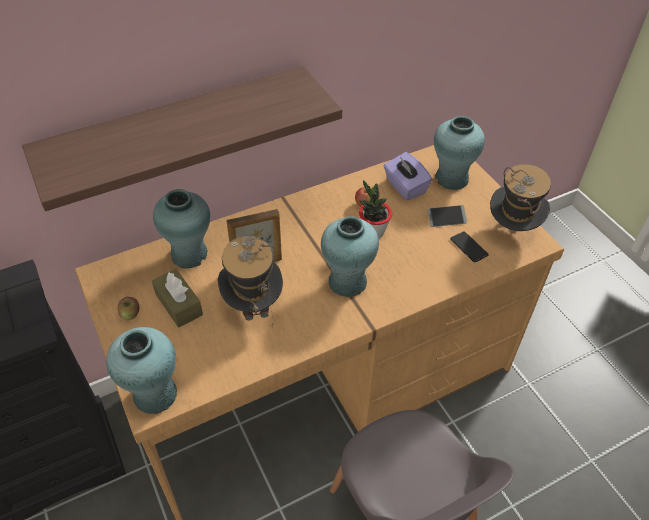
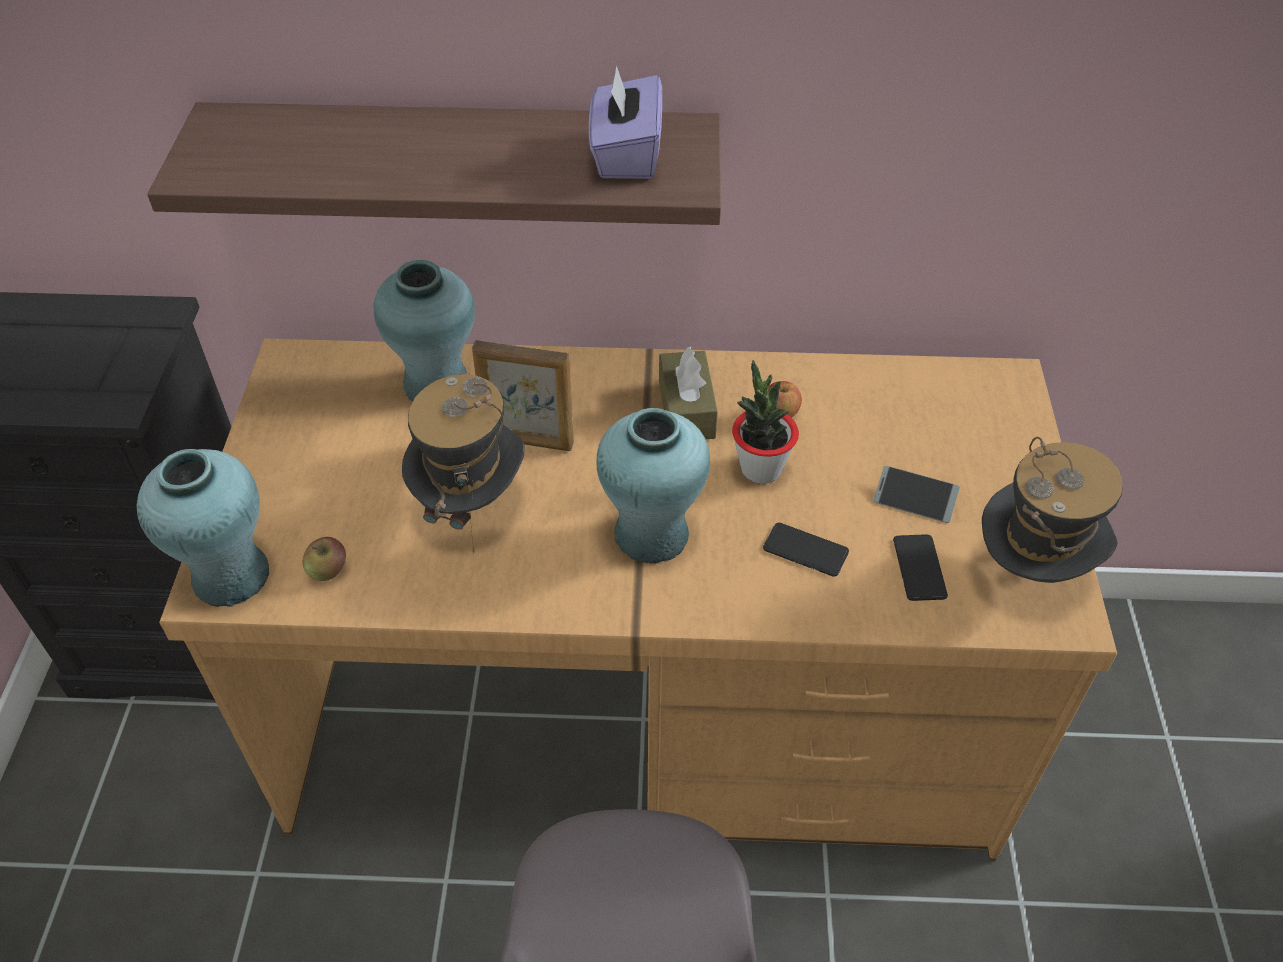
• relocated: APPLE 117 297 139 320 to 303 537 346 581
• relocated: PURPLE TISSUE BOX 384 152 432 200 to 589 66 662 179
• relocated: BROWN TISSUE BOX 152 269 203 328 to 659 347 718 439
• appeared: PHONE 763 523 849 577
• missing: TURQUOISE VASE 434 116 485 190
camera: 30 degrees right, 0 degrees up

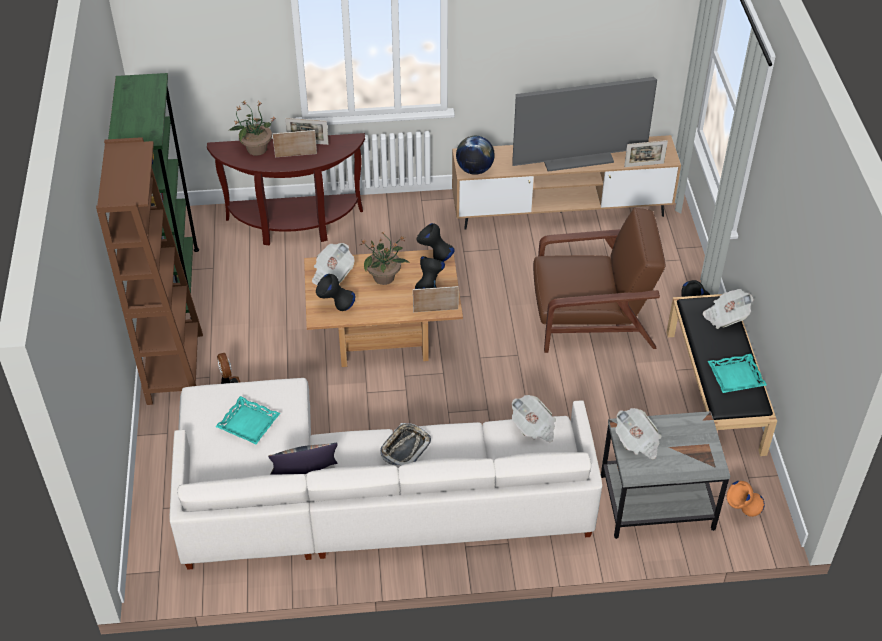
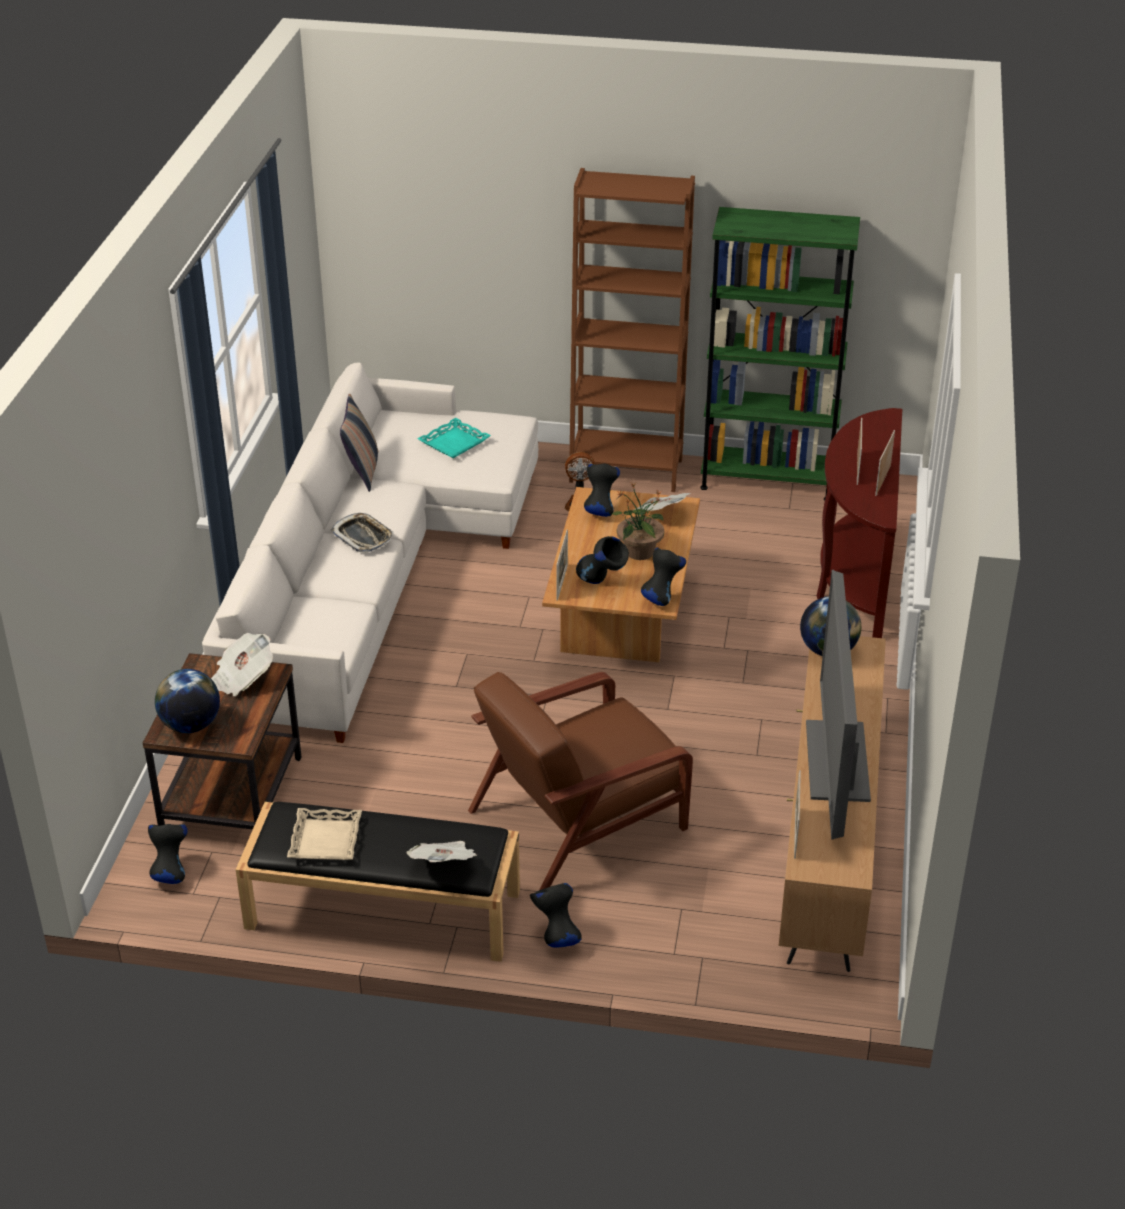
• colour: GREY SIDE TABLE 601 411 730 539 to BROWN SIDE TABLE 143 653 301 829
• colour: ORANGE VASE 727 481 765 517 to BLACK VASE 148 824 188 884
• appeared: GLOBE 155 669 220 733
• colour: TURQUOISE TRAY 708 354 767 393 to BEIGE TRAY 287 808 362 860
• spun: BROWN ARMCHAIR 533 208 665 353 = 468 672 693 890 45 degrees clockwise
• missing: POTTED PLANT 228 100 276 156
• missing: NEWSPAPER 512 395 556 442
camera: 105 degrees right, 10 degrees down

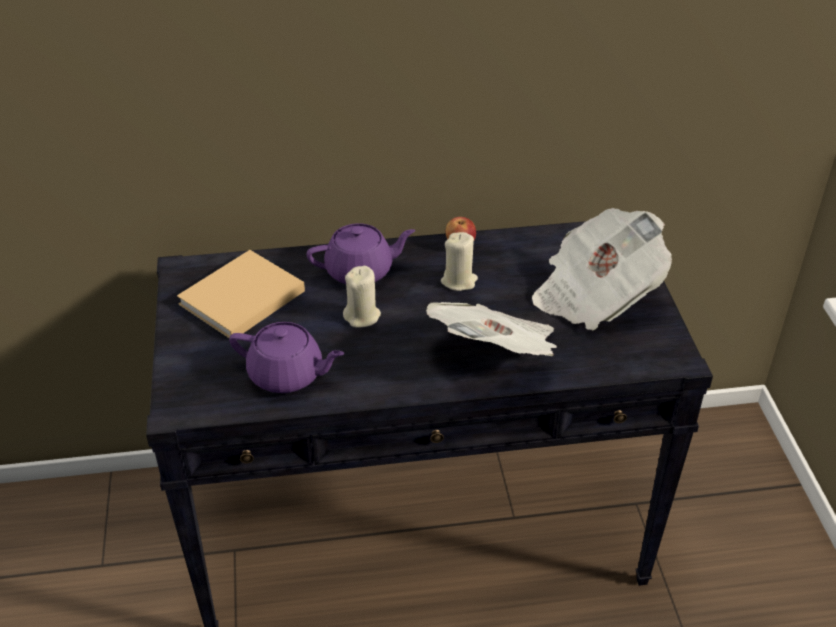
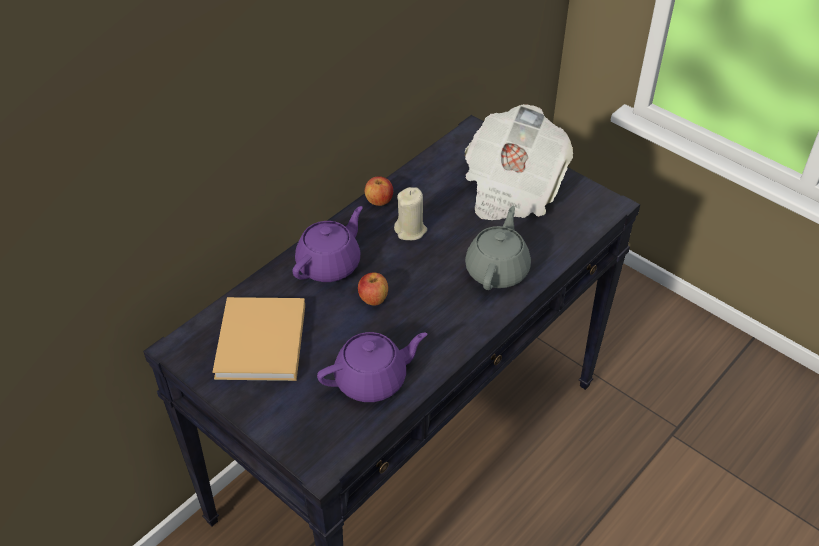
• exchanged: BEIGE CANDLE 343 266 381 328 to APPLE 358 273 388 306
• exchanged: NEWSPAPER 426 302 557 356 to GREY TEAPOT 465 206 531 290
camera: 40 degrees left, 5 degrees up

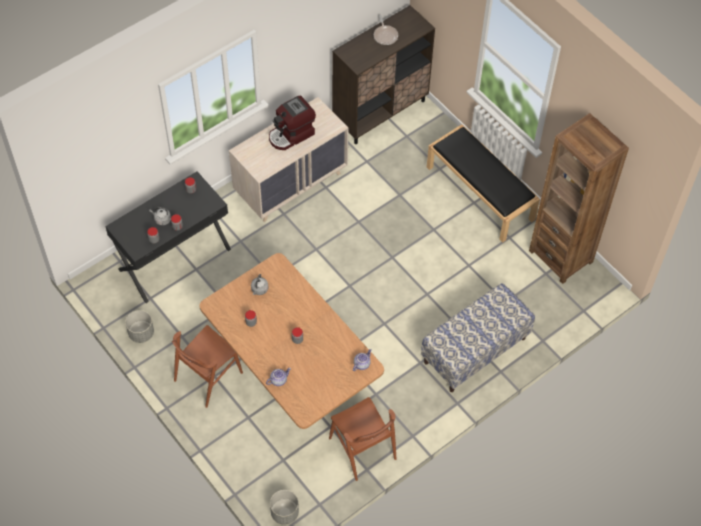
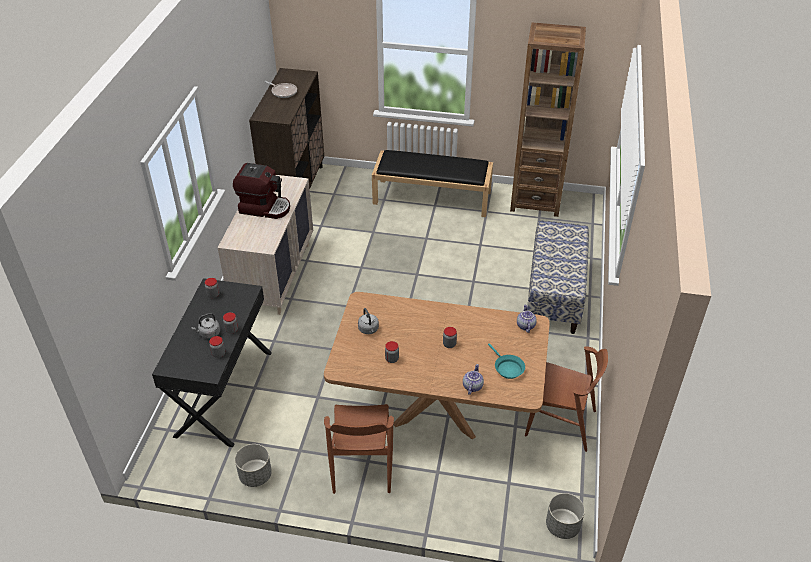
• spun: COFFEE MACHINE 269 96 316 150 = 233 163 290 219 90 degrees counterclockwise
• appeared: TURQUOISE FRYING PAN 488 343 525 379
camera: 40 degrees left, 15 degrees down

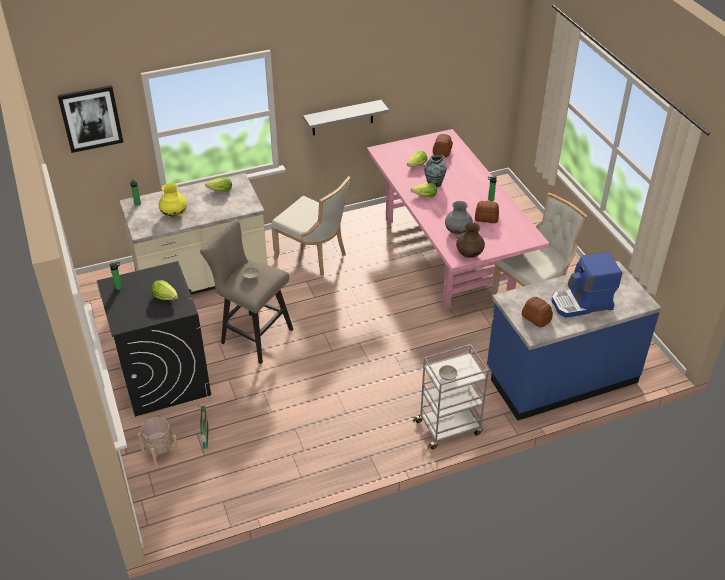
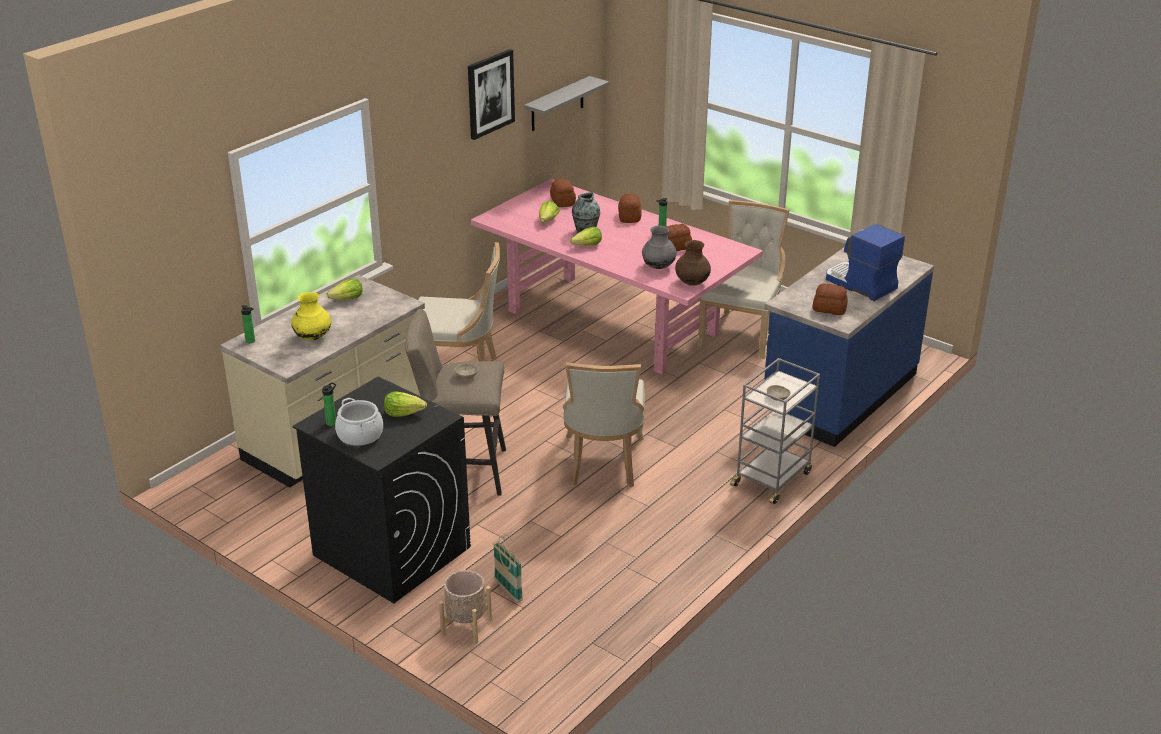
• appeared: COOKING POT 335 398 383 446
• relocated: PICTURE 57 85 123 153 to 468 49 515 140
• relocated: GREY SHELF 303 100 389 135 to 524 76 609 131
• appeared: BEIGE CHAIR 563 362 645 488
• appeared: BREAD 618 194 642 223
• spun: COFFEE MACHINE 551 252 622 318 = 826 224 905 301 90 degrees clockwise
camera: 30 degrees left, 10 degrees down

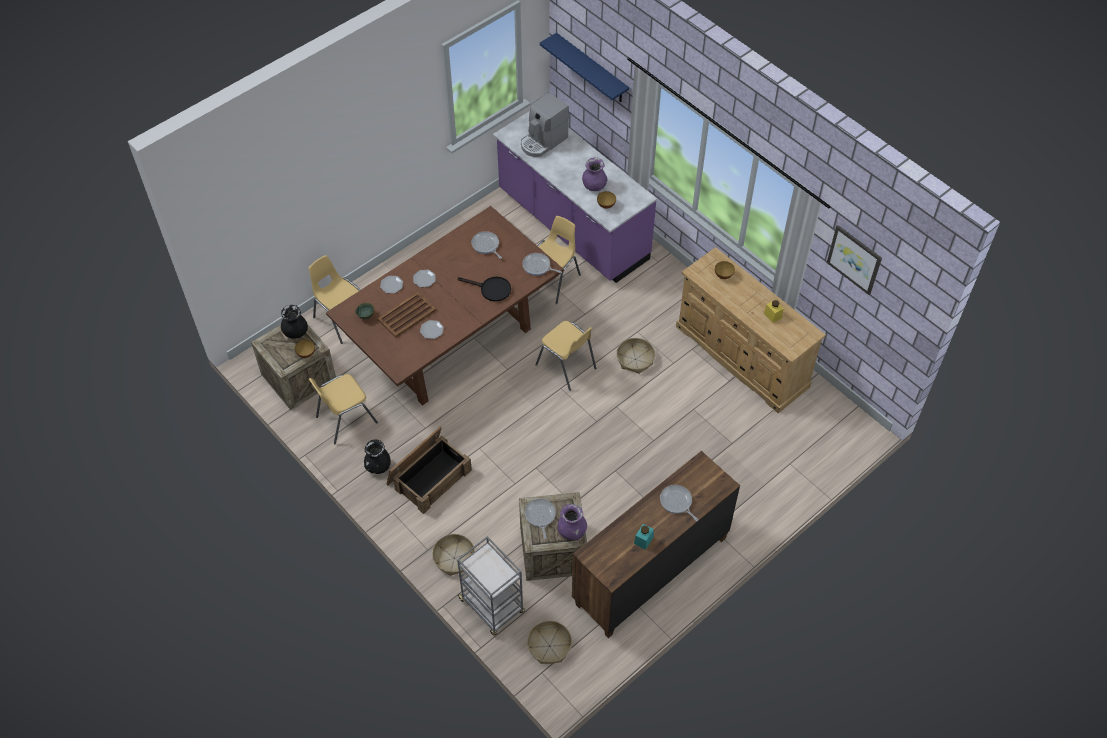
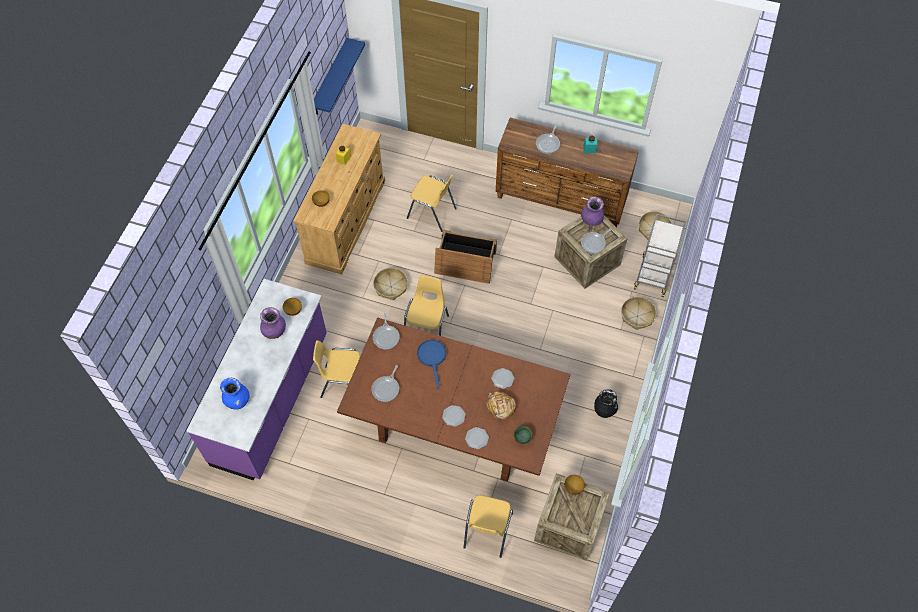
• exchanged: COFFEE MACHINE 521 92 569 157 to BLUE VASE 220 378 250 410
• relocated: BLUE SHELF 540 33 629 102 to 314 38 365 115
• relocated: YELLOW CHAIR 309 374 378 444 to 407 174 457 232
• colour: BLACK FRYING PAN 457 277 511 302 to BLUE FRYING PAN 417 340 446 389
• relocated: CRATE 387 426 472 514 to 434 229 497 284
• exchanged: BROWN TRAY 377 292 436 338 to BREAD 486 391 516 420
• missing: BLACK VASE 281 305 308 339
• missing: PICTURE 827 225 882 295
camera: 120 degrees left, 5 degrees up

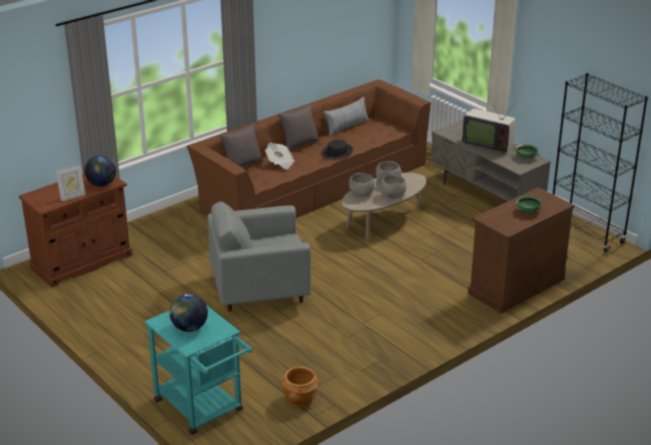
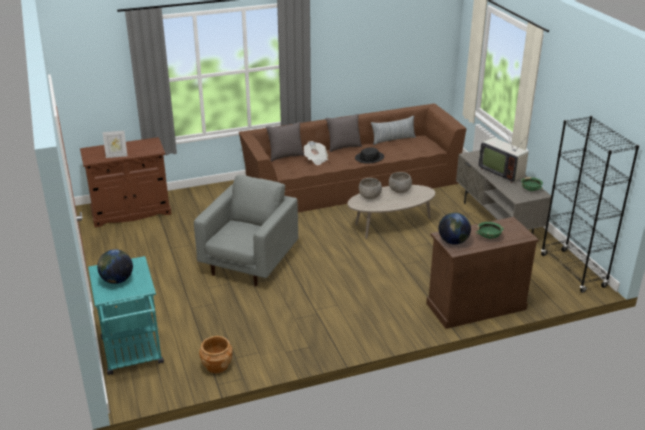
• spun: GREY ARMCHAIR 208 201 311 312 = 194 175 298 287 105 degrees clockwise
• relocated: GLOBE 84 155 116 186 to 439 213 471 245
• missing: GREY BOWL 380 175 406 199
camera: 20 degrees right, 0 degrees up

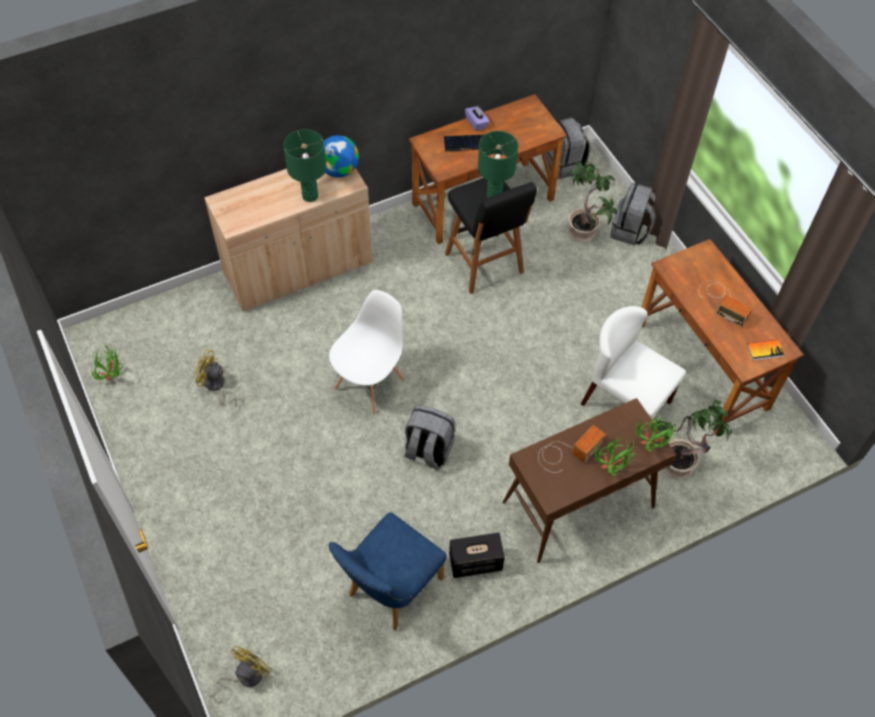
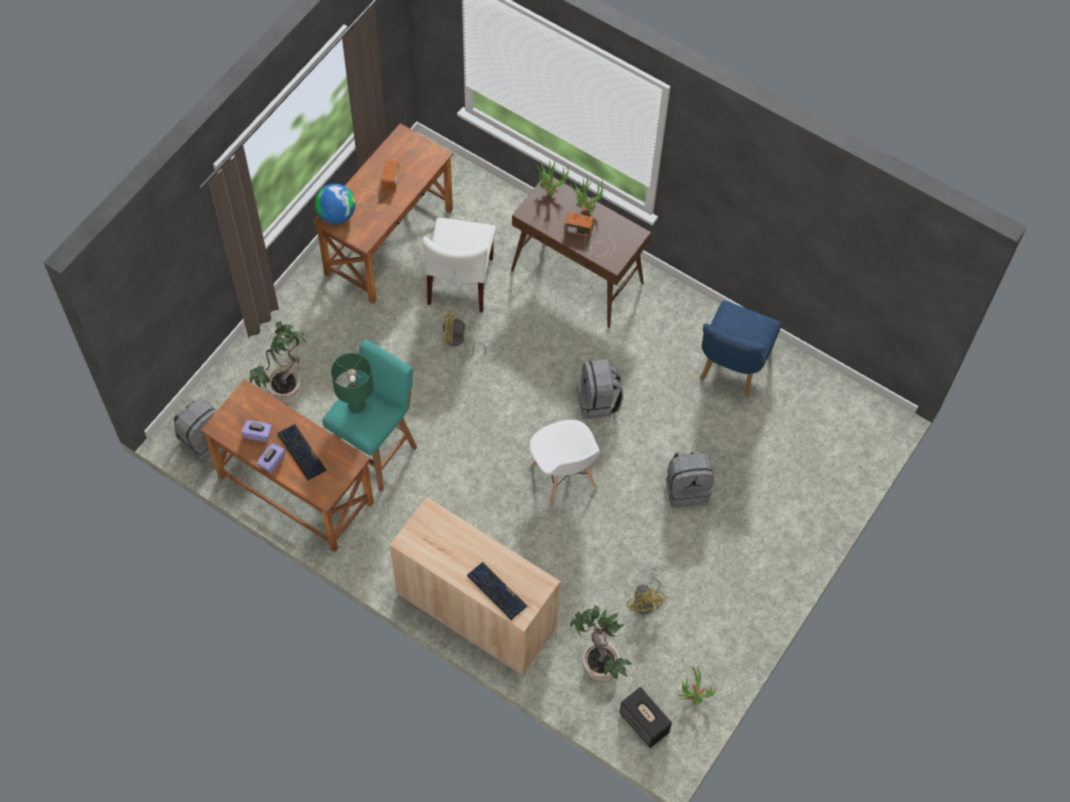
• appeared: PURPLE TISSUE BOX 241 420 272 442
• relocated: GLOBE 324 135 359 178 to 315 184 355 224
• colour: BLACK STOOL 445 178 537 294 to TURQUOISE STOOL 322 339 417 492
• relocated: YELLOW FAN 209 646 273 697 to 443 309 486 357
• appeared: KEYBOARD 467 562 528 621
• spun: WHITE CHAIR 329 290 405 415 = 530 420 600 507 120 degrees counterclockwise
• relocated: POTTED PLANT 656 399 732 479 to 570 605 632 681
• relocated: SPEAKER 449 533 505 578 to 619 687 672 748
• relocated: GREY BACKPACK 610 183 656 246 to 666 451 714 508
• spun: BLUE CHAIR 328 512 447 630 = 700 301 781 397 105 degrees clockwise
• missing: GREEN TABLE LAMP 283 129 327 202
• missing: BOOK 747 340 784 360
camera: 120 degrees left, 5 degrees up

